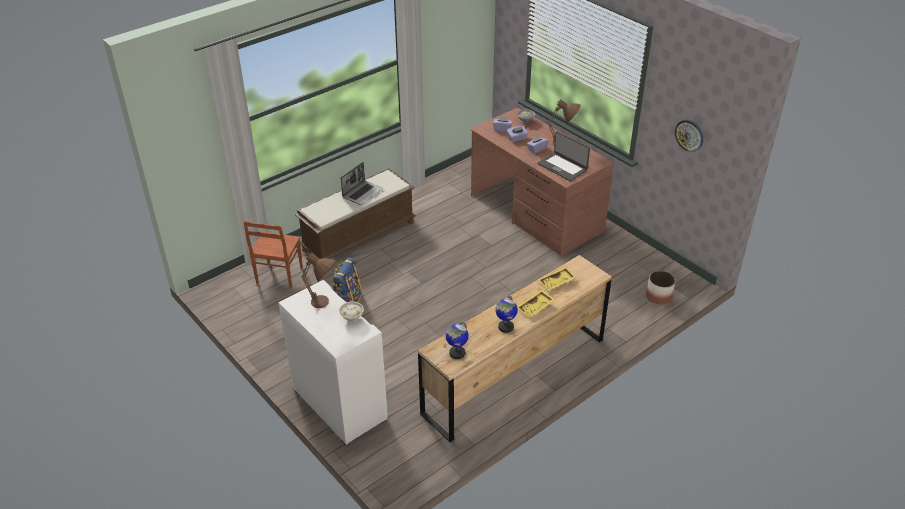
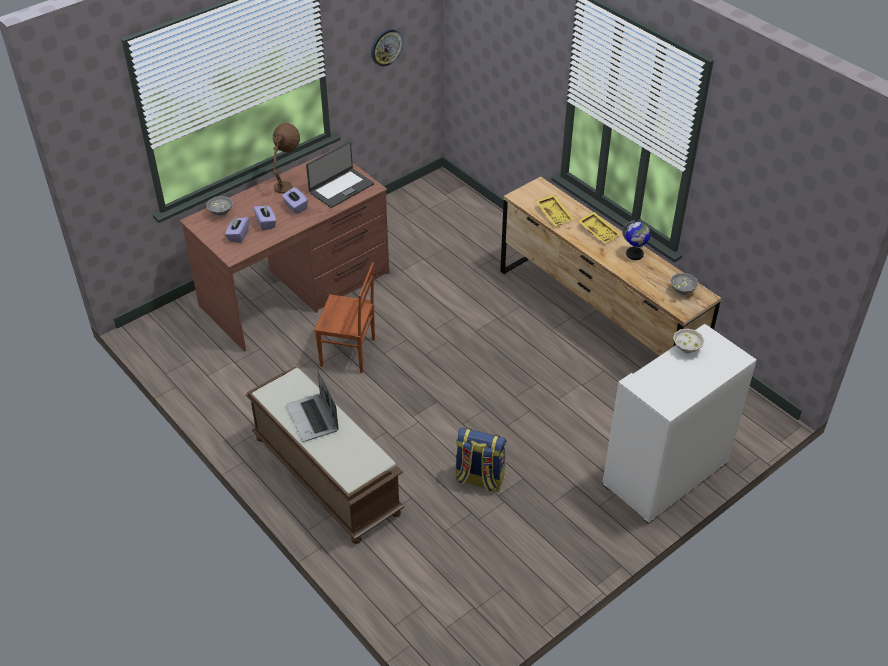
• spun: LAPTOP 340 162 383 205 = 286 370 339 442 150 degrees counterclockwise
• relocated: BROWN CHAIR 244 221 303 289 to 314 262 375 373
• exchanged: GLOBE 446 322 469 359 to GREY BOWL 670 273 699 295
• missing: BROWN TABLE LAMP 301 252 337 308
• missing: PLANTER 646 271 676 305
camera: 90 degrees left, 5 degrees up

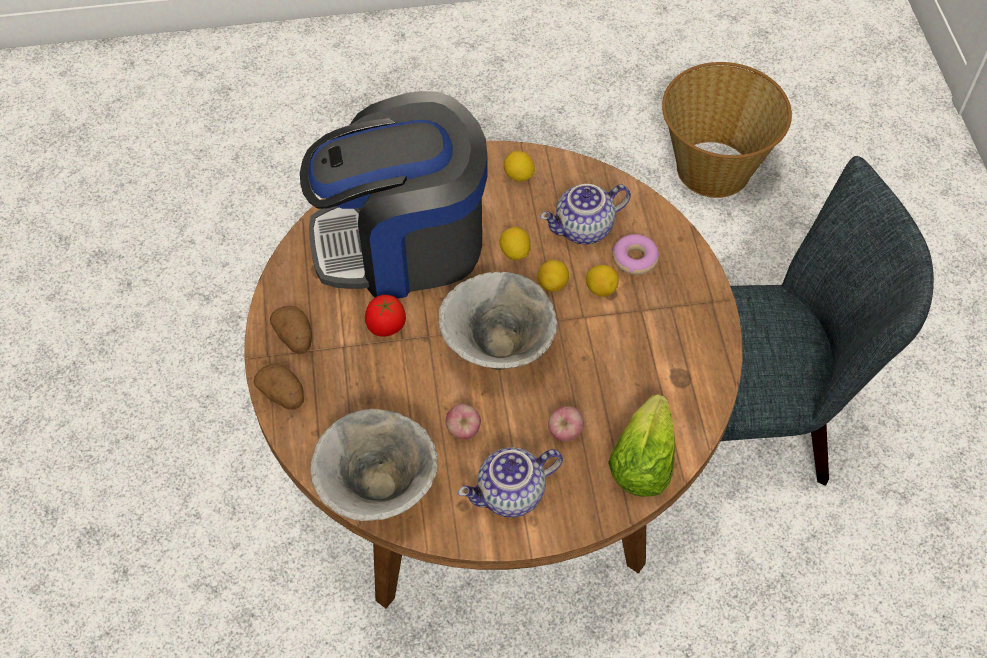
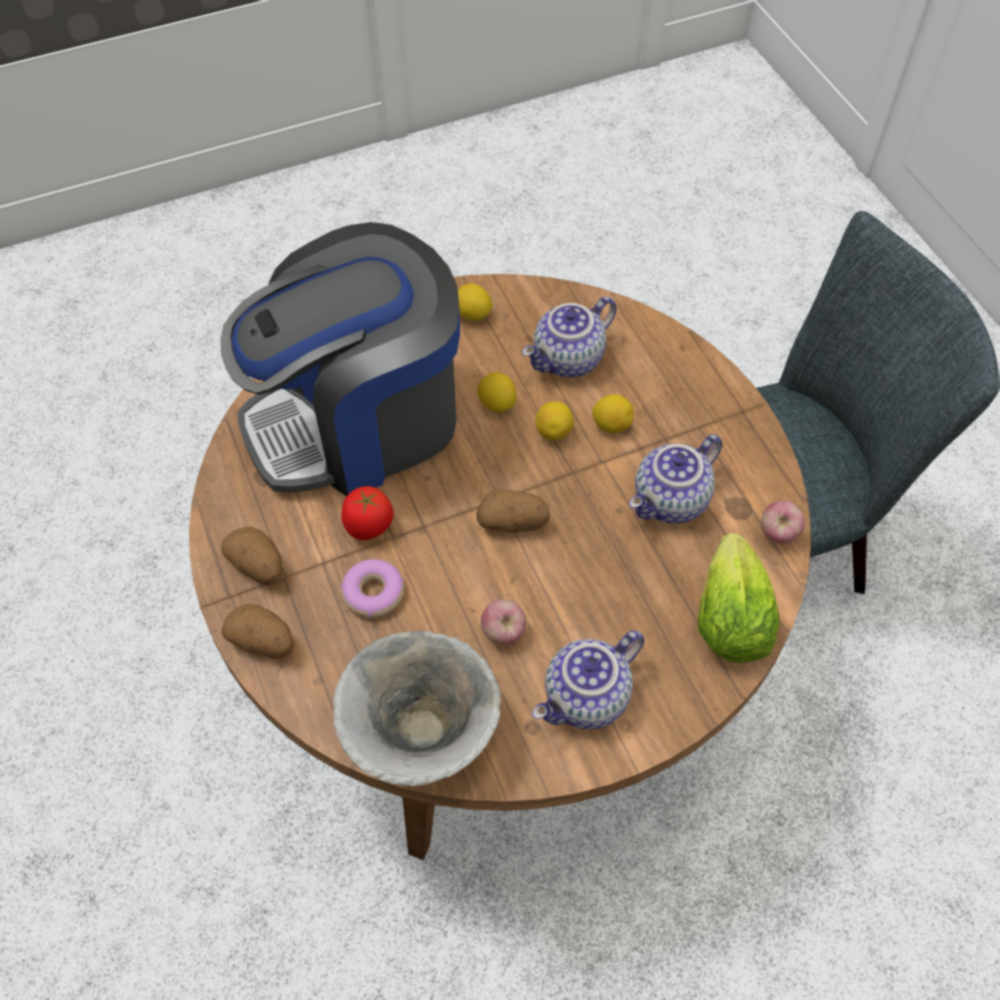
• relocated: DONUT 612 234 660 275 to 340 559 404 618
• exchanged: BOWL 438 272 557 370 to POTATO 476 490 550 533
• appeared: TEAPOT 629 434 722 524
• relocated: APPLE 548 406 584 442 to 761 500 805 544
• missing: BASKET 662 62 792 198
camera: 15 degrees left, 0 degrees up

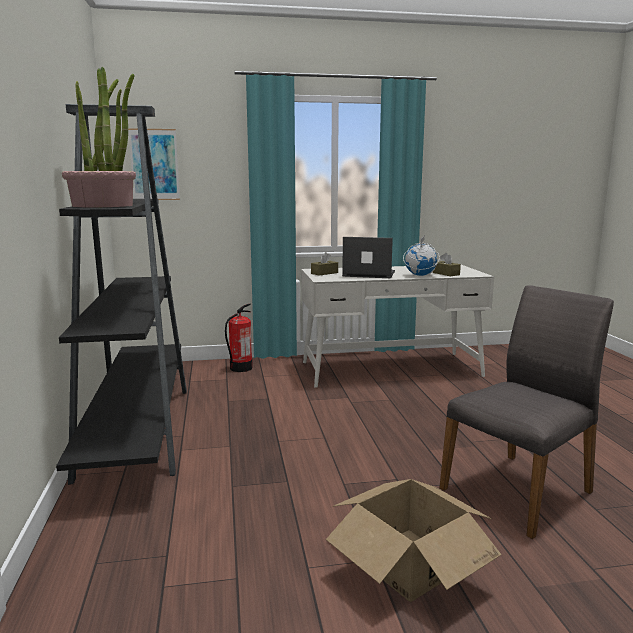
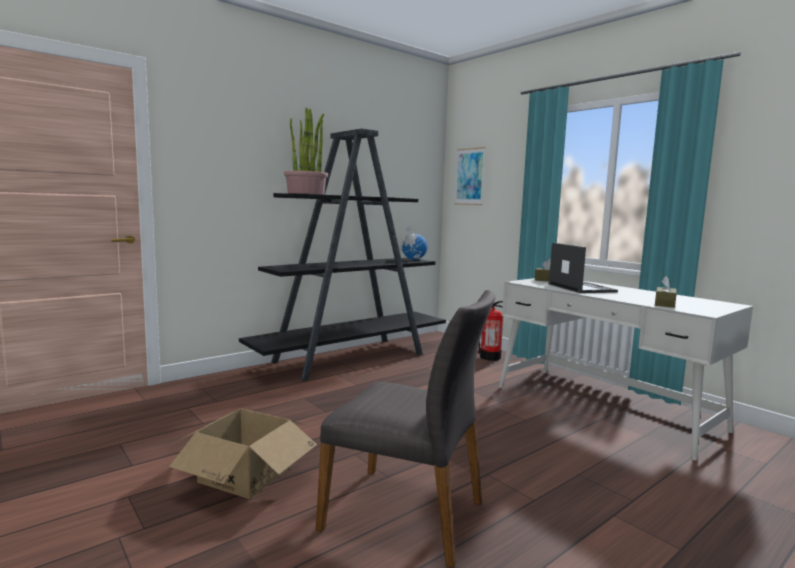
• relocated: GLOBE 403 235 440 276 to 401 226 428 260
camera: 60 degrees right, 5 degrees down

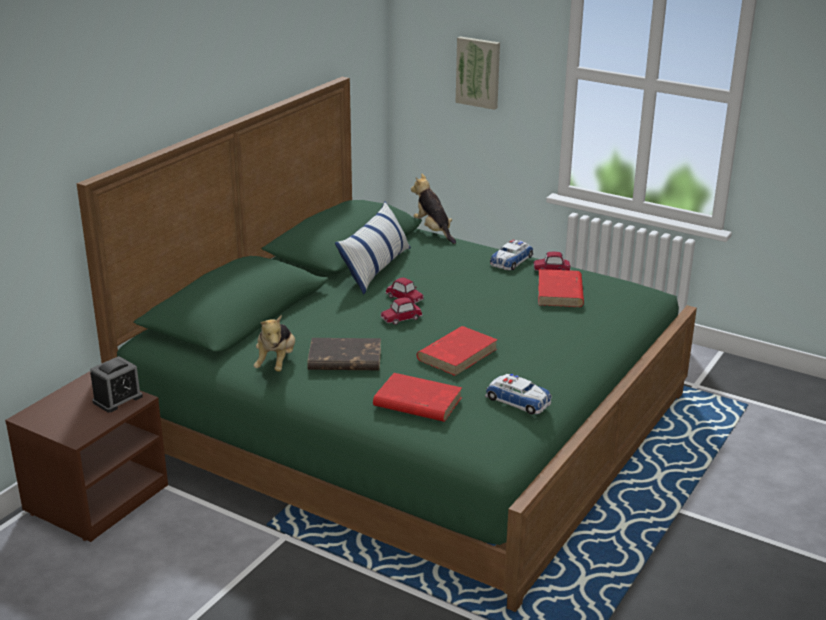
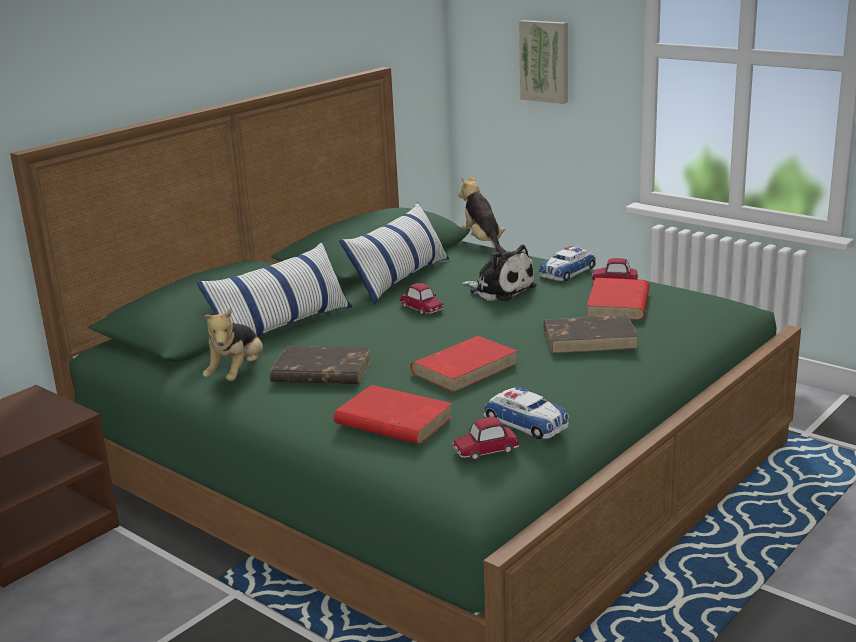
• appeared: PILLOW 197 242 352 336
• relocated: TOY CAR 380 297 422 325 to 452 417 519 461
• appeared: PLUSH TOY 462 245 537 301
• appeared: BROWN BOOK 544 315 639 354
• missing: ALARM CLOCK 90 356 143 413
camera: 10 degrees right, 5 degrees down

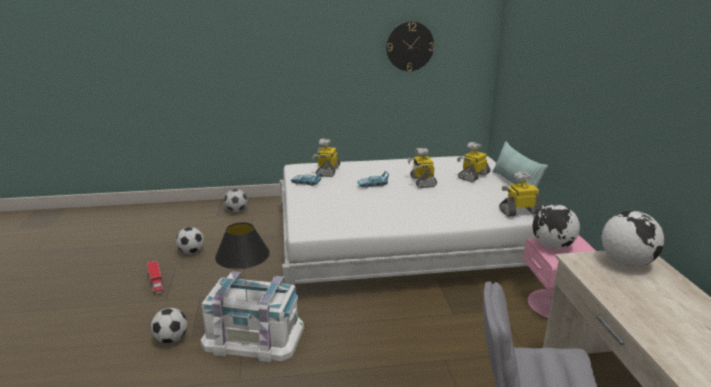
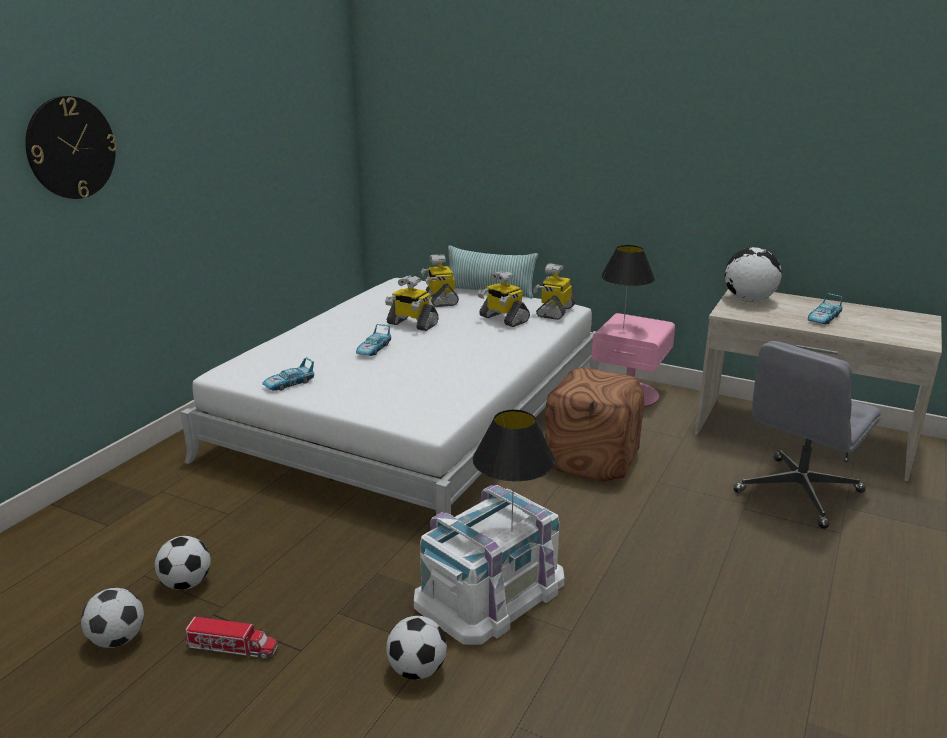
• relocated: WALL CLOCK 386 21 434 71 to 25 96 117 199
• relocated: FOOTBALL 224 189 247 212 to 81 588 144 648
• relocated: TOY ROBOT 312 139 340 177 to 478 270 530 327
• appeared: BROWN OTTOMAN 545 367 644 482
• exchanged: GLOBE 533 204 580 249 to BLACK TABLE LAMP 601 245 655 330
• appeared: TOY CAR 808 293 843 324
camera: 55 degrees left, 0 degrees up

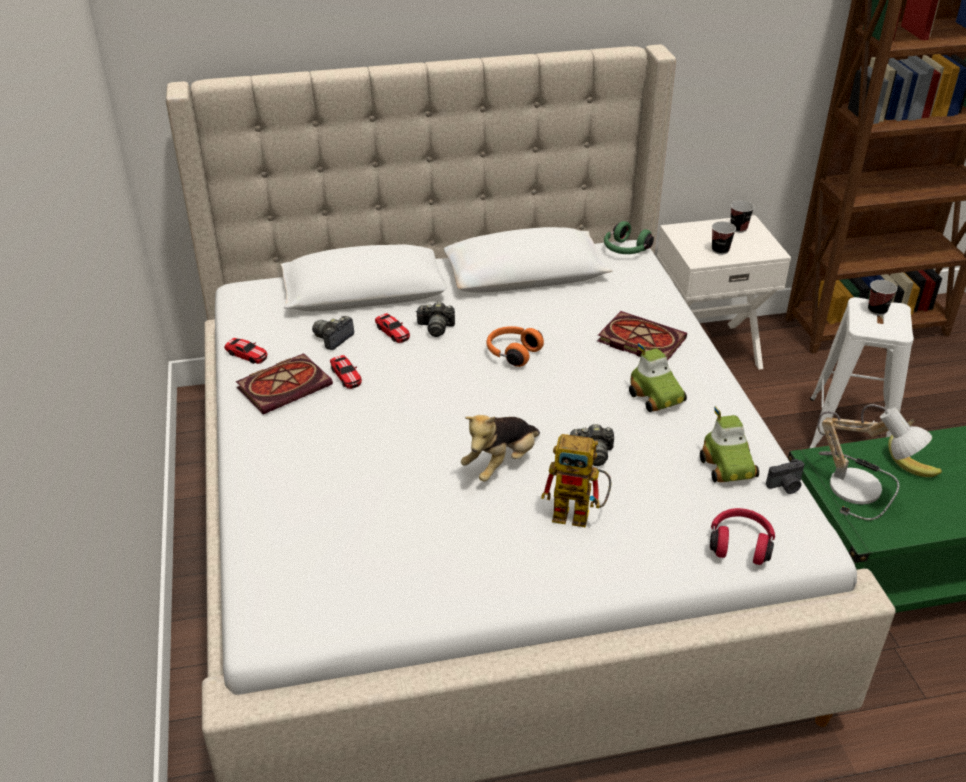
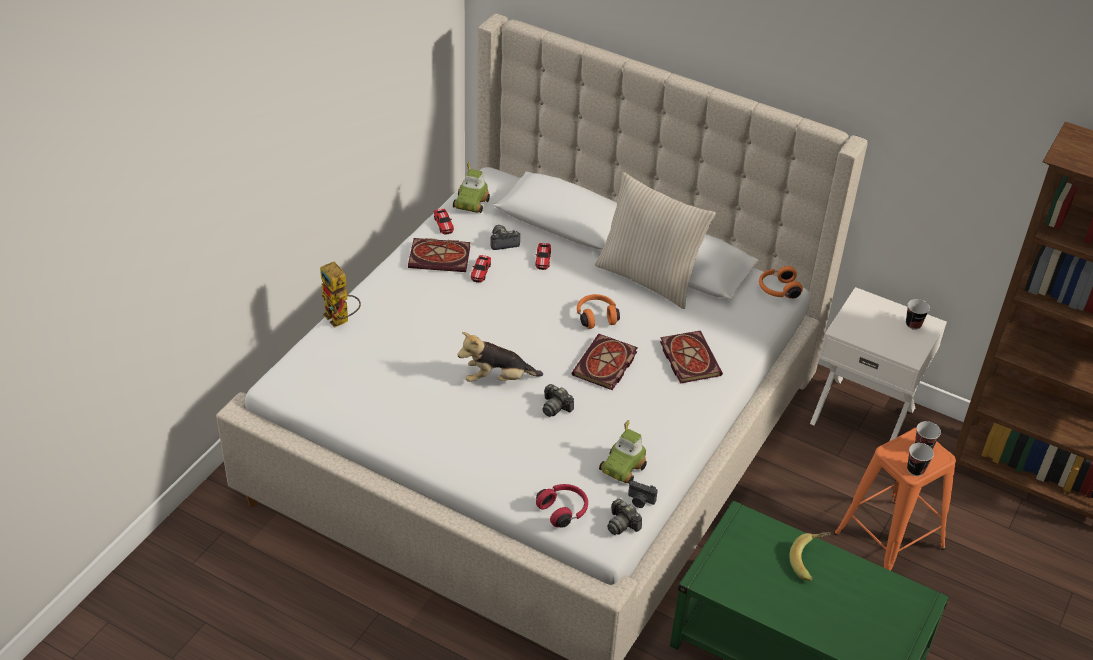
• relocated: TOY ROBOT 541 434 611 527 to 320 262 361 328
• relocated: TOY CAR 629 343 687 412 to 453 161 490 213
• appeared: BOOK 572 334 638 390
• appeared: BEIGE PILLOW 595 172 716 309
• relocated: PHOTO CAMERA 415 302 455 337 to 607 499 642 535
• colour: GREEN HEADPHONES 604 221 654 254 to ORANGE HEADPHONES 759 266 803 298
• colour: WHITE STOOL 809 297 914 448 to ORANGE STOOL 834 427 956 571
• relocated: CUP 712 221 736 255 to 907 443 934 476
• missing: TABLE LAMP 817 404 932 520
camera: 40 degrees right, 5 degrees up

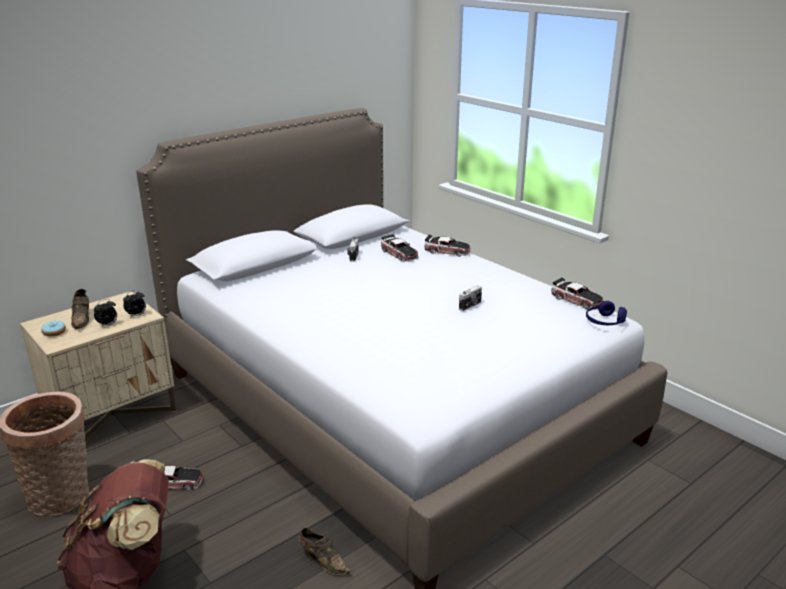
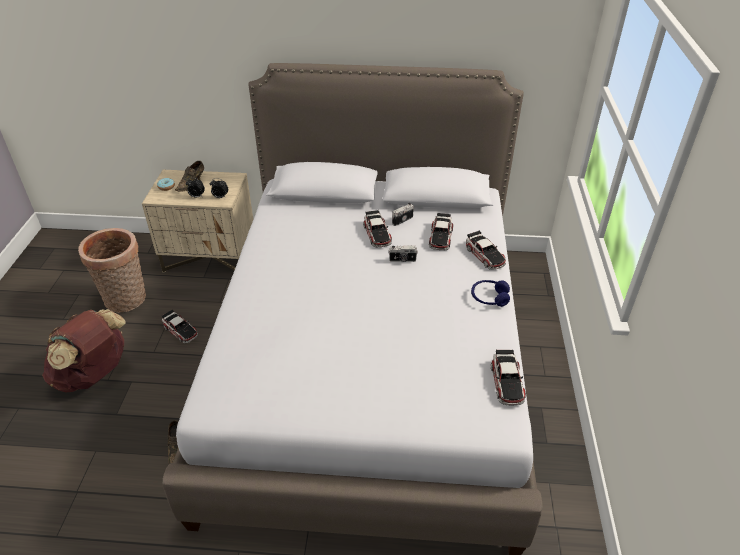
• appeared: TOY CAR 363 210 392 247
• relocated: PHOTO CAMERA 459 285 482 311 to 389 245 418 262
• relocated: BLUE HEADPHONES 586 301 627 325 to 471 280 510 307
camera: 45 degrees right, 15 degrees up

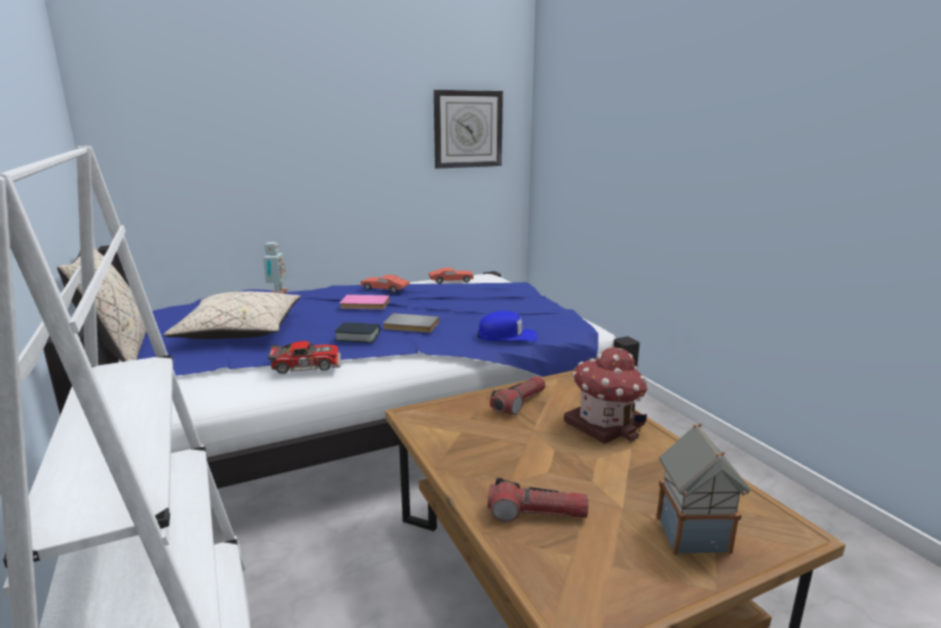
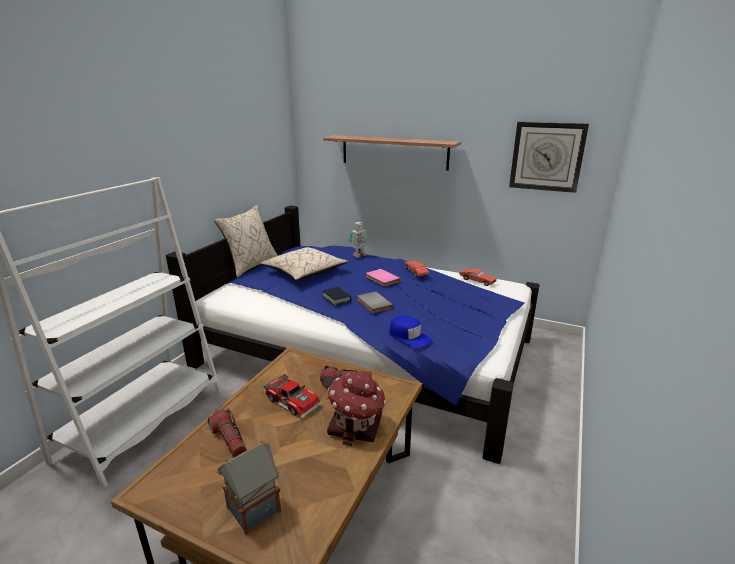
• relocated: TOY CAR 267 341 341 374 to 264 374 322 419
• appeared: SHELF 323 135 461 170
camera: 50 degrees right, 5 degrees up

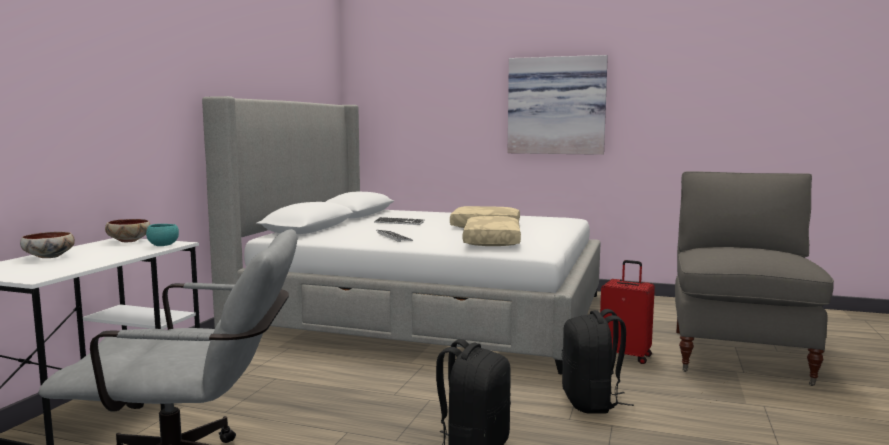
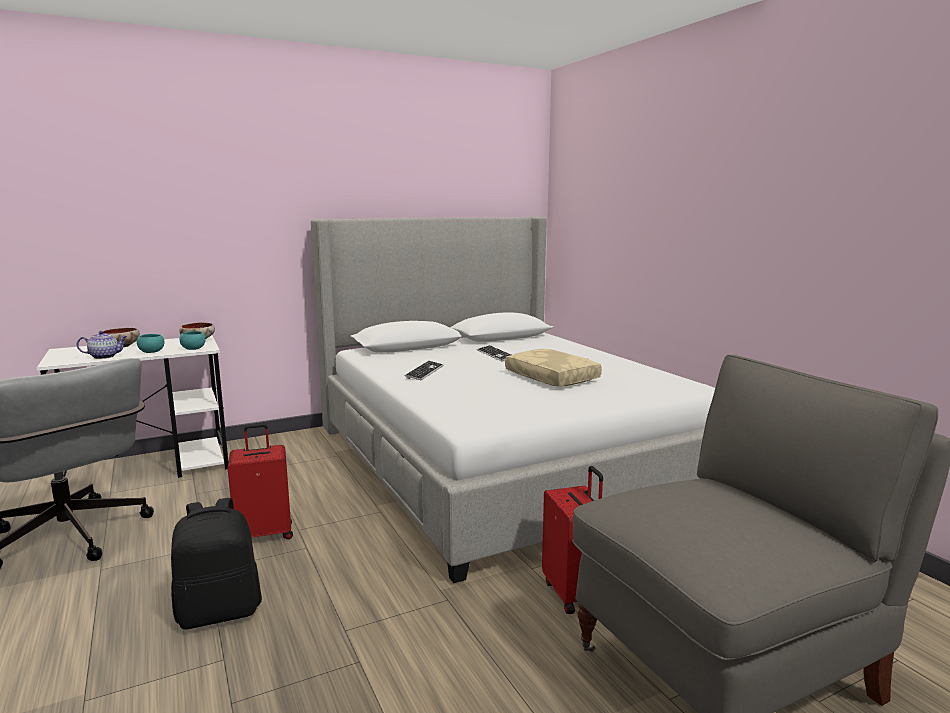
• appeared: TEAPOT 77 331 127 359
• appeared: TURQUOISE BOWL 137 334 164 353
• appeared: RED SUITCASE 228 424 293 539
• missing: BEIGE PILLOW 463 216 521 246
• missing: PICTURE 508 55 608 155
• missing: BLACK BACKPACK 562 309 634 414
camera: 45 degrees right, 5 degrees up

